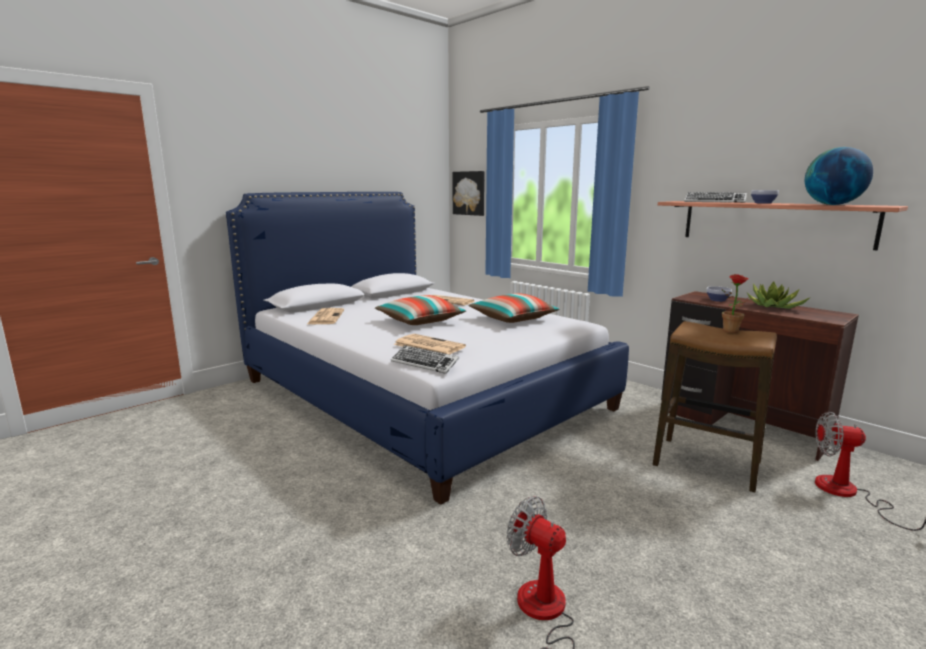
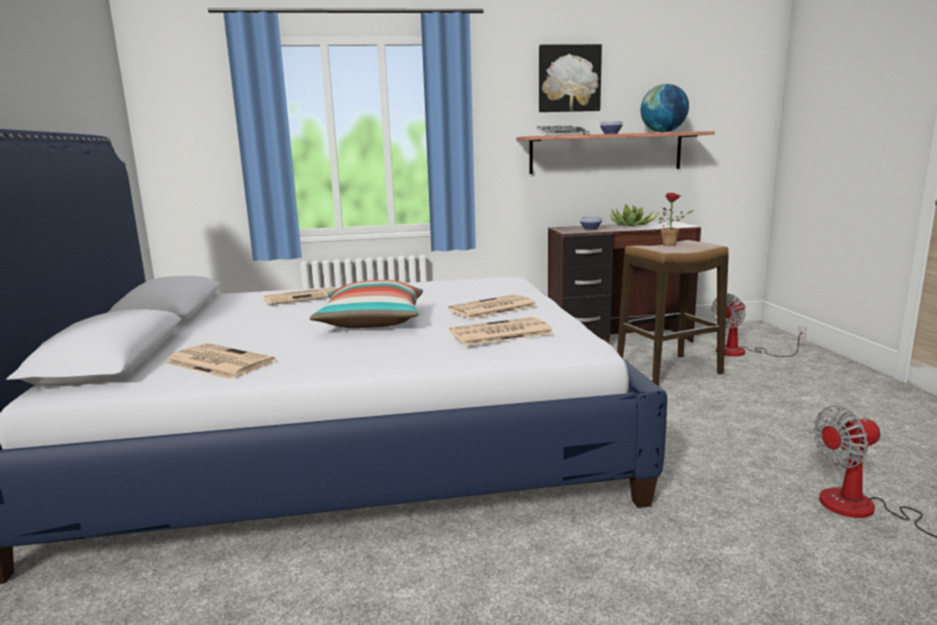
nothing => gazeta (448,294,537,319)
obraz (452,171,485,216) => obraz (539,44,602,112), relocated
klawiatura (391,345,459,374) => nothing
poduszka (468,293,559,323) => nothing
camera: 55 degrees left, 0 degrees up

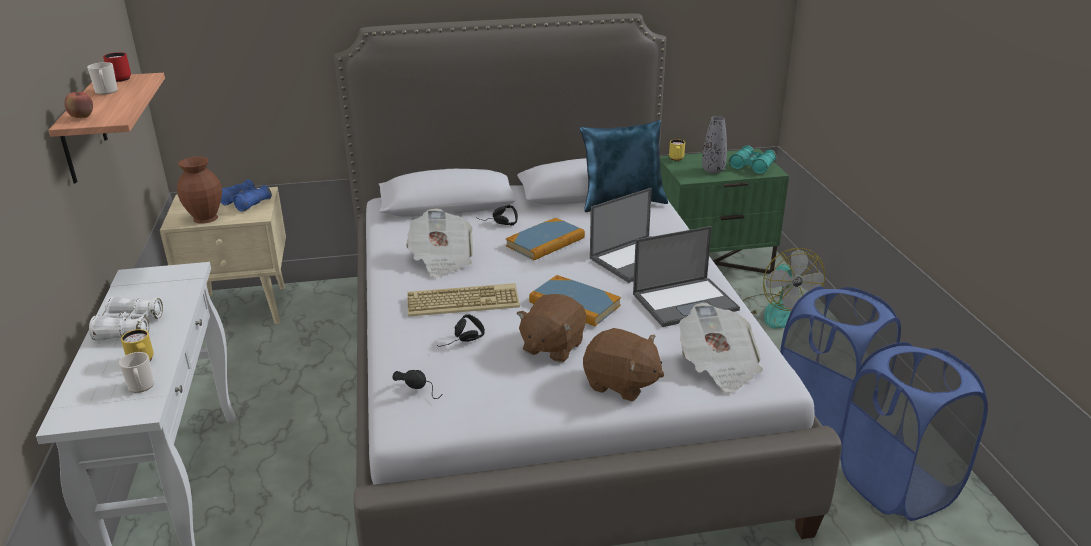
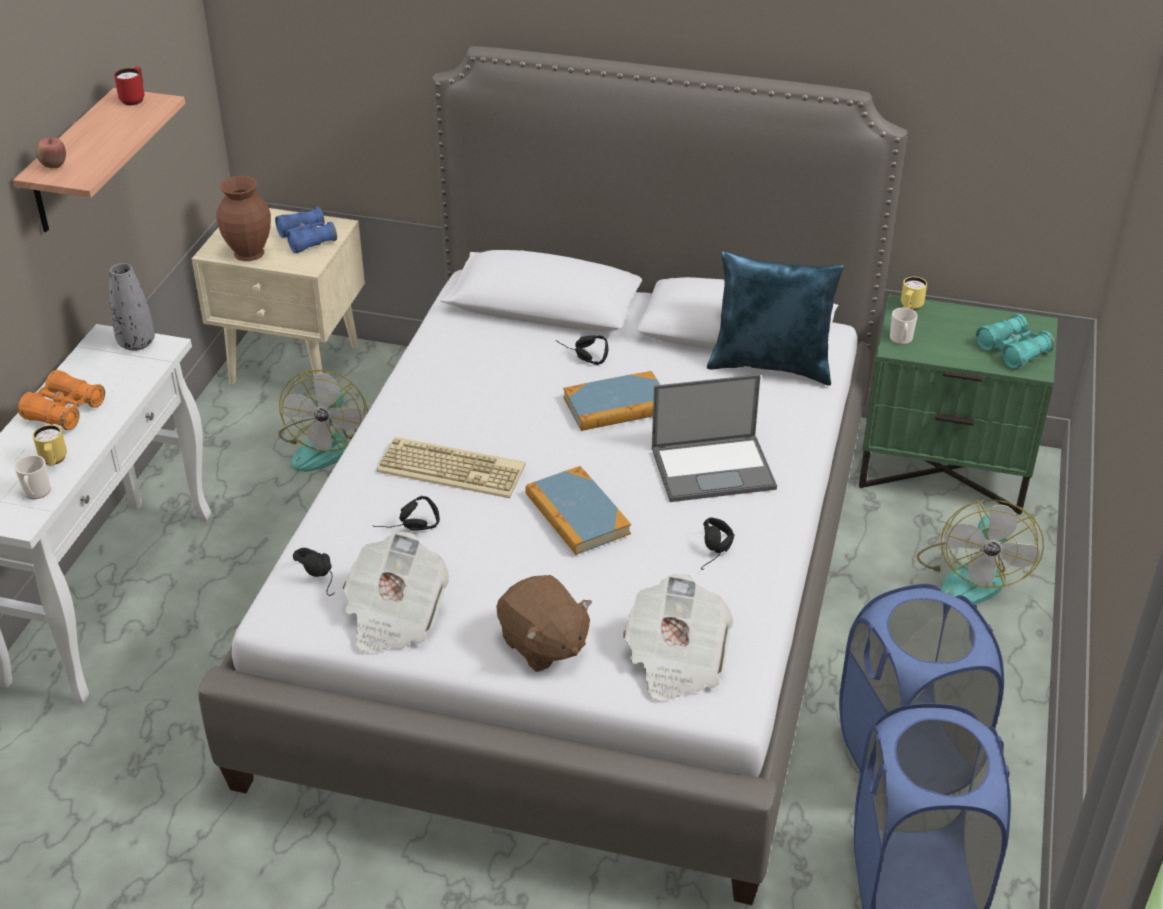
lornetka/biały (89,297,163,341) => lornetka/pomarańczowy (18,370,105,430)
wazon/szary (702,116,727,174) => wazon/szary (109,263,155,351), relocated
nothing => wentylator (279,370,368,472)
gazeta (406,209,473,278) => gazeta (343,532,449,652), relocated
laptop (633,226,740,327) => słuchawki/czarny (701,518,735,570)
kubek (87,62,118,95) => kubek (890,308,917,345), relocated
pluszak/brązowy (516,294,586,362) => nothing
camera: 25 degrees right, 10 degrees up

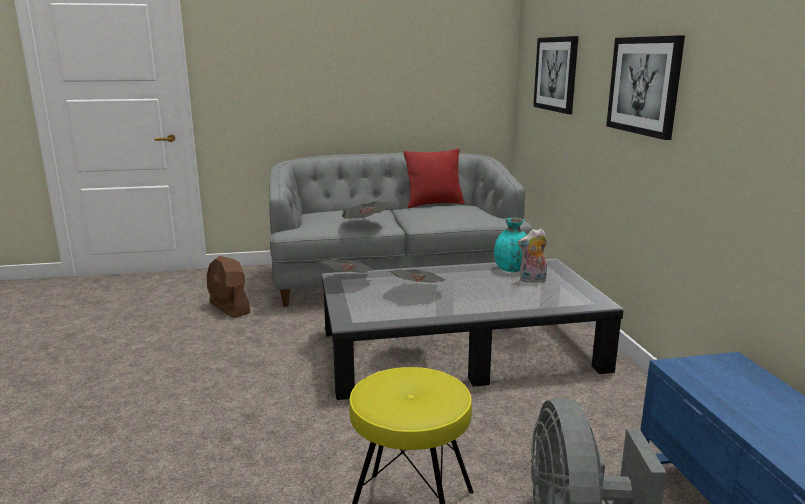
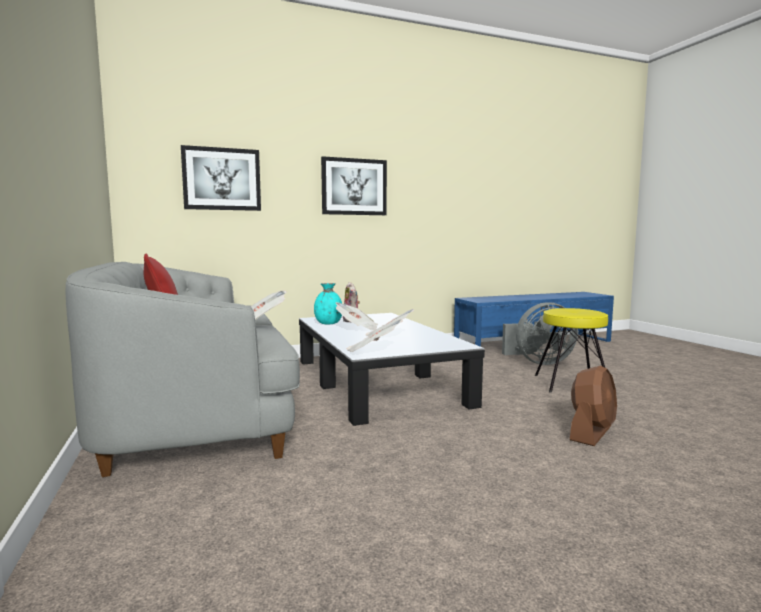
nothing => gazeta (336,302,378,331)
wentylator/brązowy (207,256,251,318) => wentylator/brązowy (570,366,617,446), relocated
camera: 100 degrees left, 10 degrees down

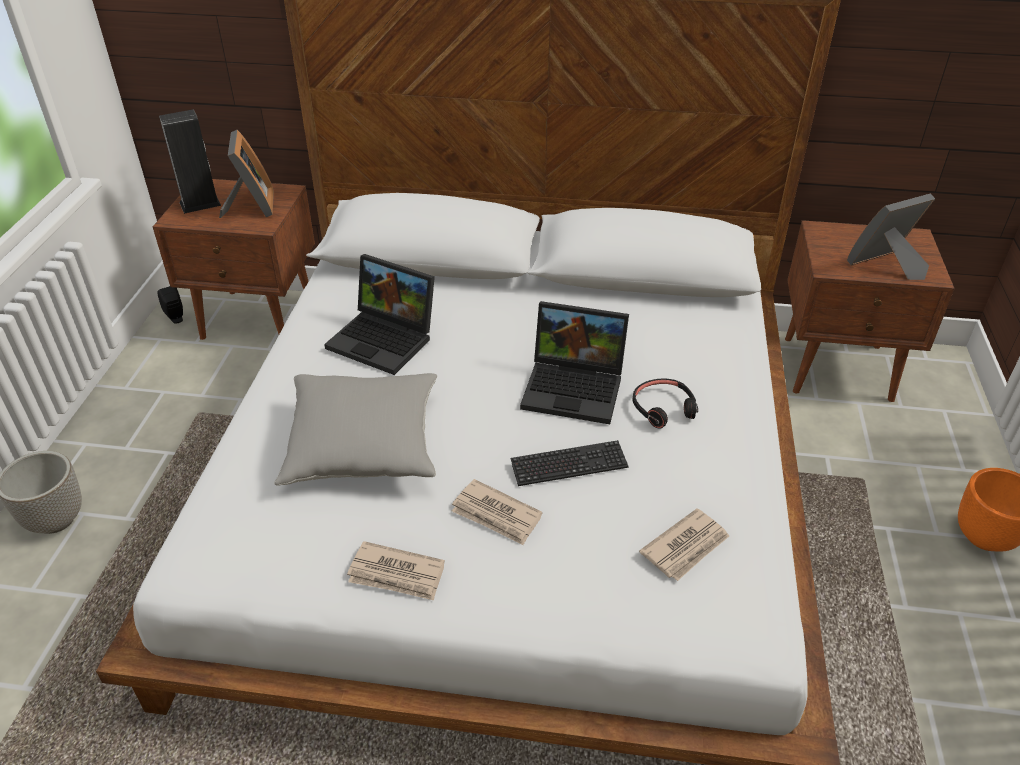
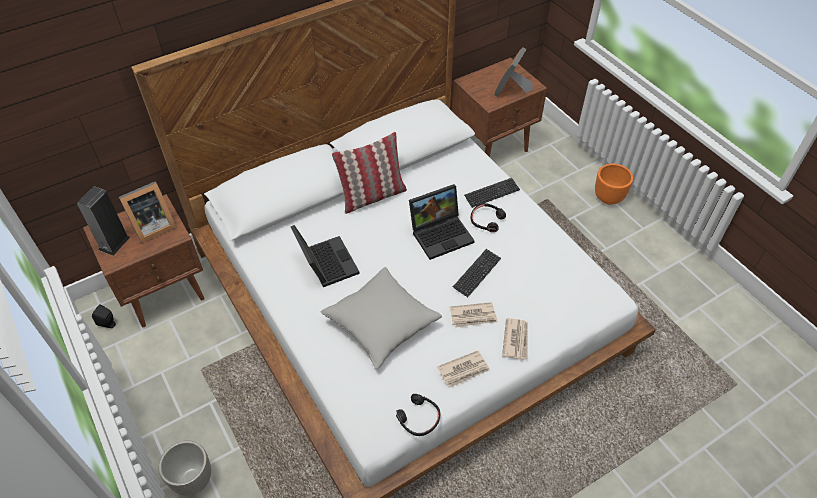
ramka na zdjęcie (219,130,274,218) => ramka na zdjęcie (119,182,176,243), 105 degrees clockwise
laptop (324,254,435,375) => laptop (291,225,360,287), 105 degrees counterclockwise
nothing => poduszka (332,132,407,214)
nothing => słuchawki/czarny (396,394,440,436)
nothing => klawiatura (464,178,520,208)
gazeta (639,509,729,581) => gazeta (502,318,528,360), relocated
camera: 40 degrees left, 10 degrees up

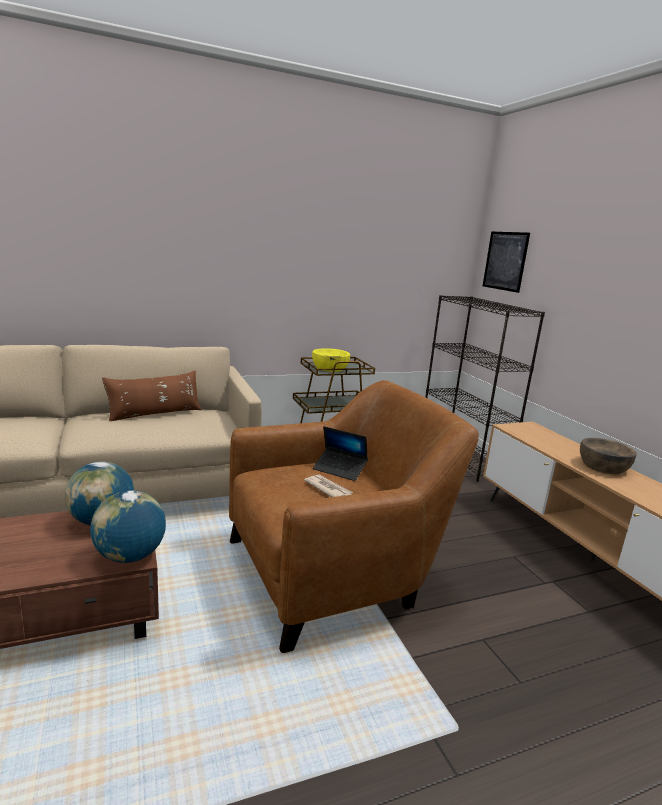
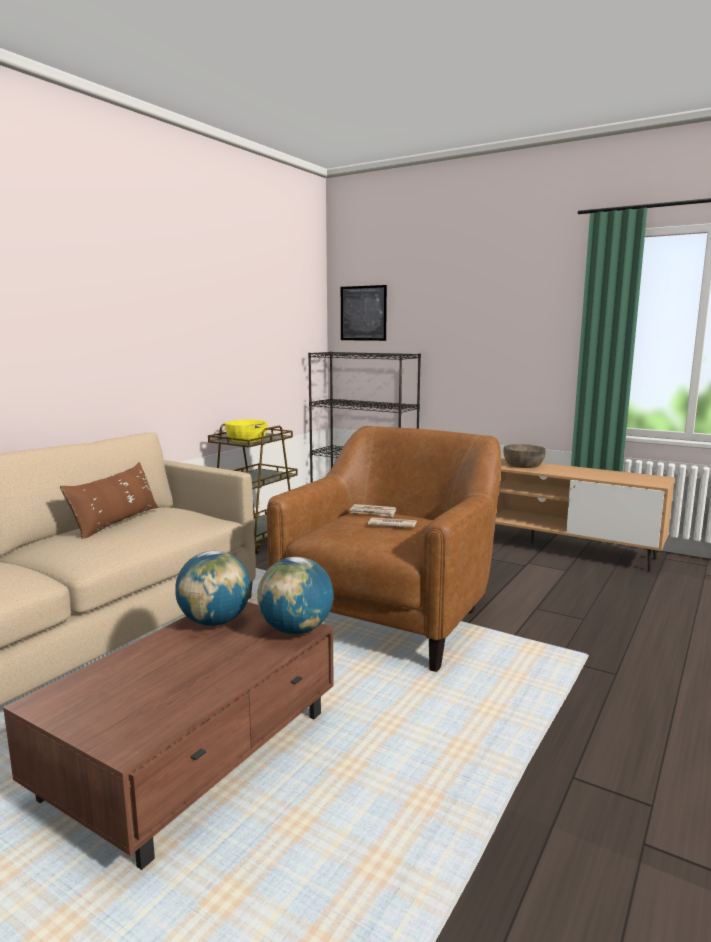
laptop (313,426,368,481) => gazeta (350,504,396,517)
camera: 35 degrees left, 5 degrees down

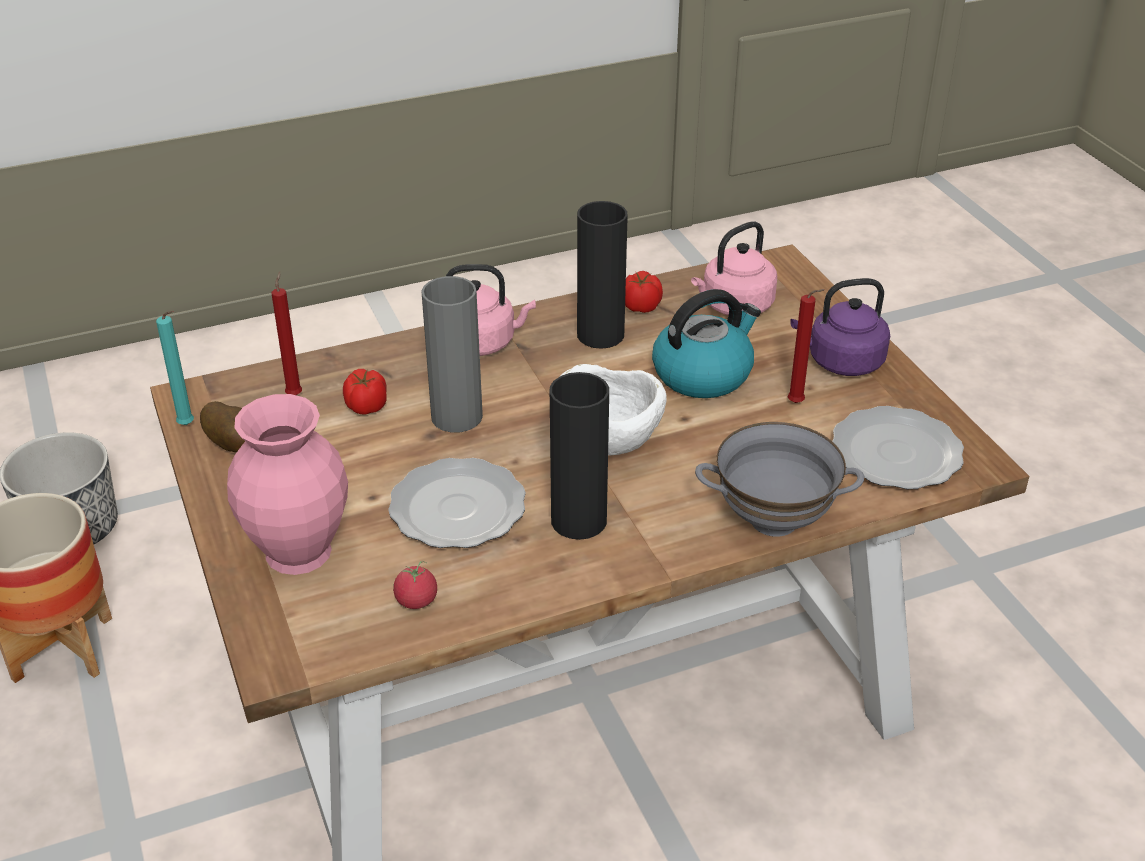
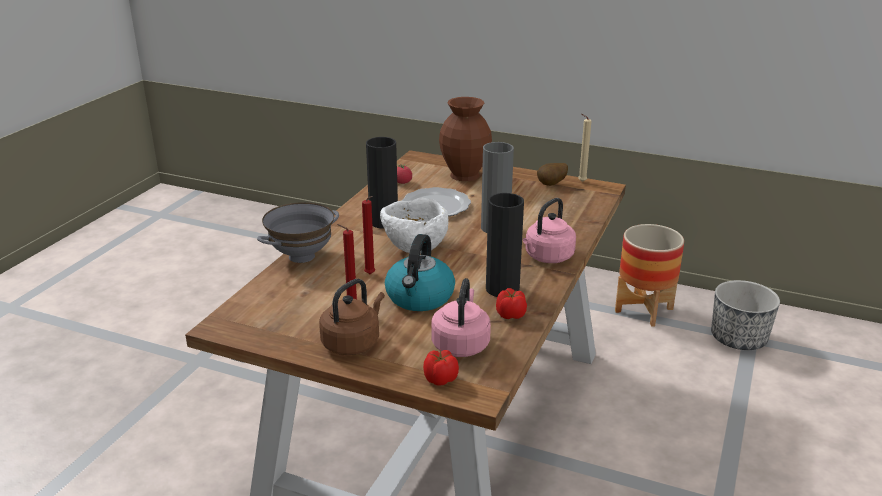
czajnik/fioletowy (790,278,890,376) => czajnik/brązowy (319,279,385,355)
świeca/czerwony (272,271,302,395) => świeca/czerwony (362,196,375,274), relocated
pomidor (343,369,387,415) => pomidor (423,350,459,386), relocated
wazon/różowy (227,394,348,575) => wazon/brązowy (439,97,492,181)
świeca/turkusowy (156,311,194,425) => świeca/beżowy (578,114,591,182)
talerz (832,406,964,489) => nothing
camera: 135 degrees right, 10 degrees down

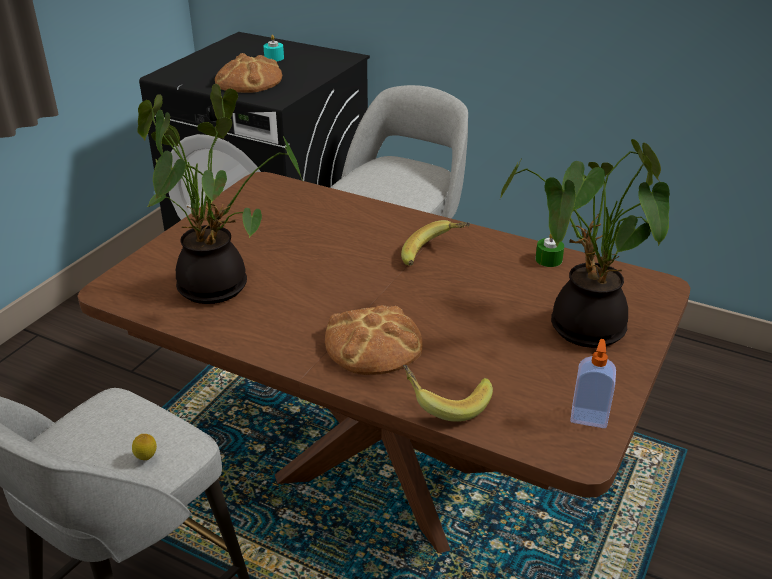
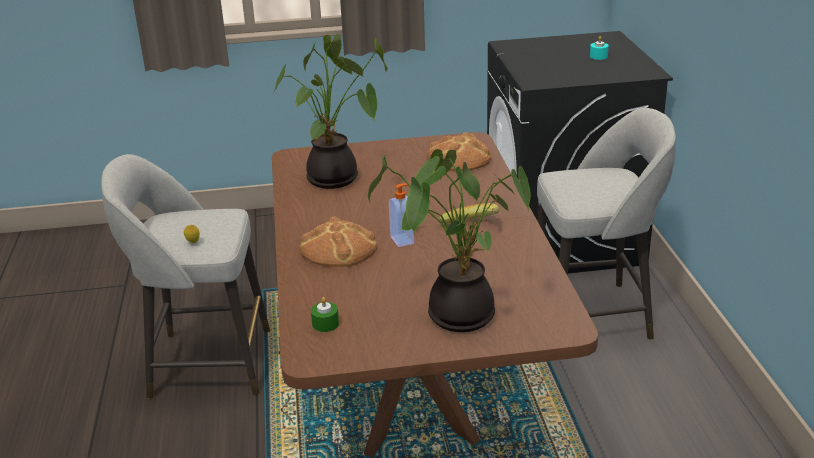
świeca/zielony (535,233,564,267) => świeca/zielony (311,297,339,332), relocated
dozownik mydła (570,339,616,428) => dozownik mydła (389,183,414,247), relocated
chleb (215,53,282,93) => chleb (427,132,491,172), relocated
banan (403,365,493,422) => nothing
camera: 55 degrees right, 5 degrees down

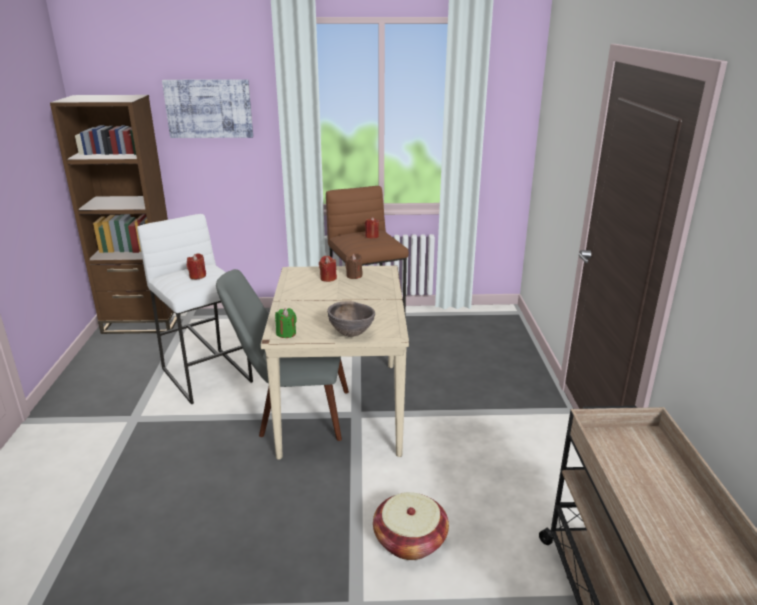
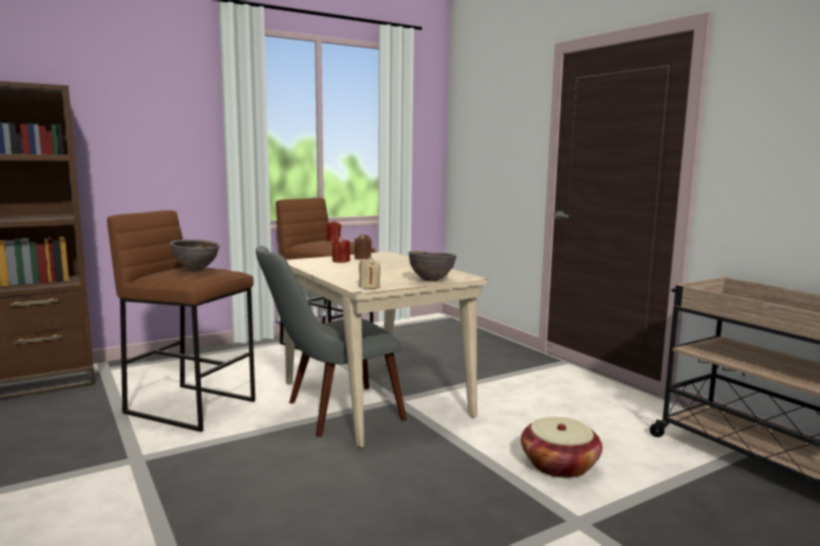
stołek/biały (137,214,253,404) => stołek/brązowy (107,210,255,432)
świeca/czerwony (187,253,206,279) => miska/brązowy (169,239,220,271)
świeca/zielony (275,308,297,338) => świeca/beżowy (359,256,381,289)
obraz (162,79,253,138) => nothing
camera: 30 degrees left, 15 degrees down

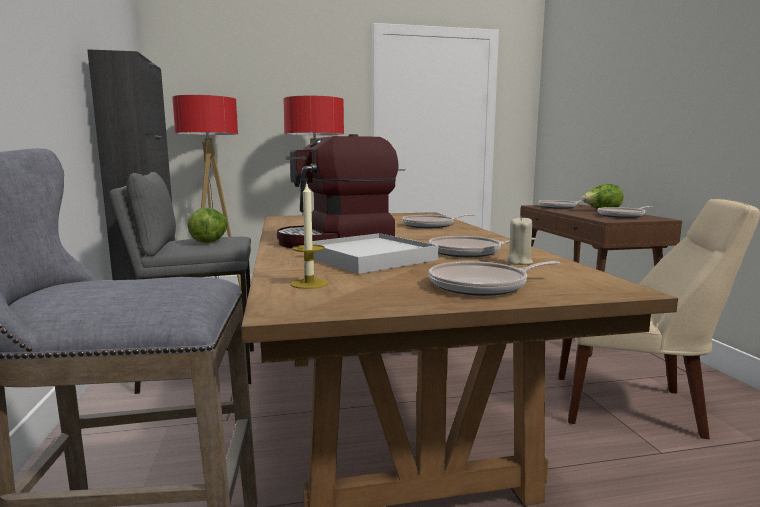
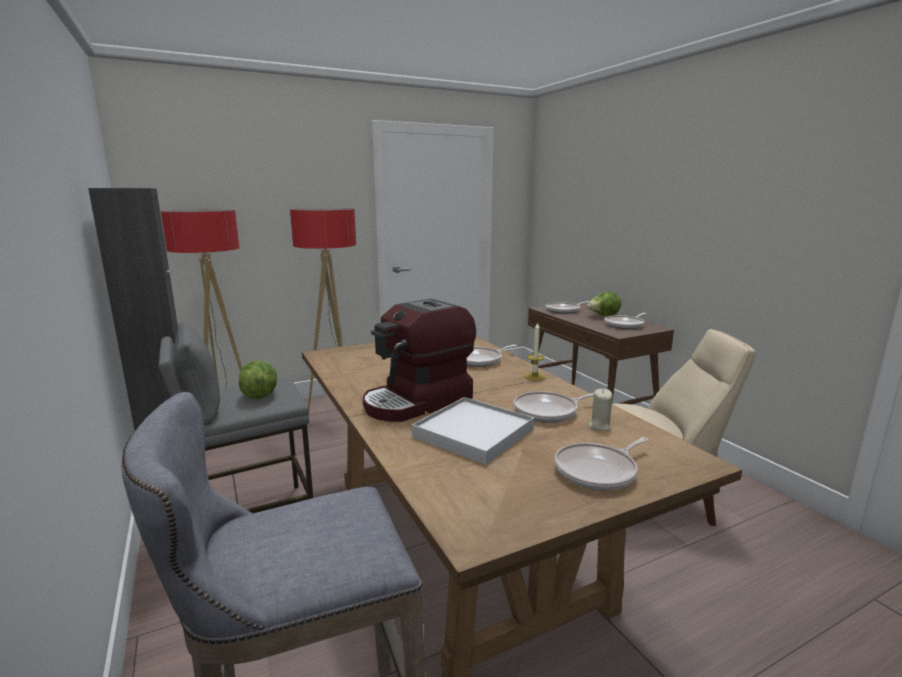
świeca (291,182,328,289) => świeca (524,322,545,380), relocated
camera: 15 degrees left, 5 degrees up

